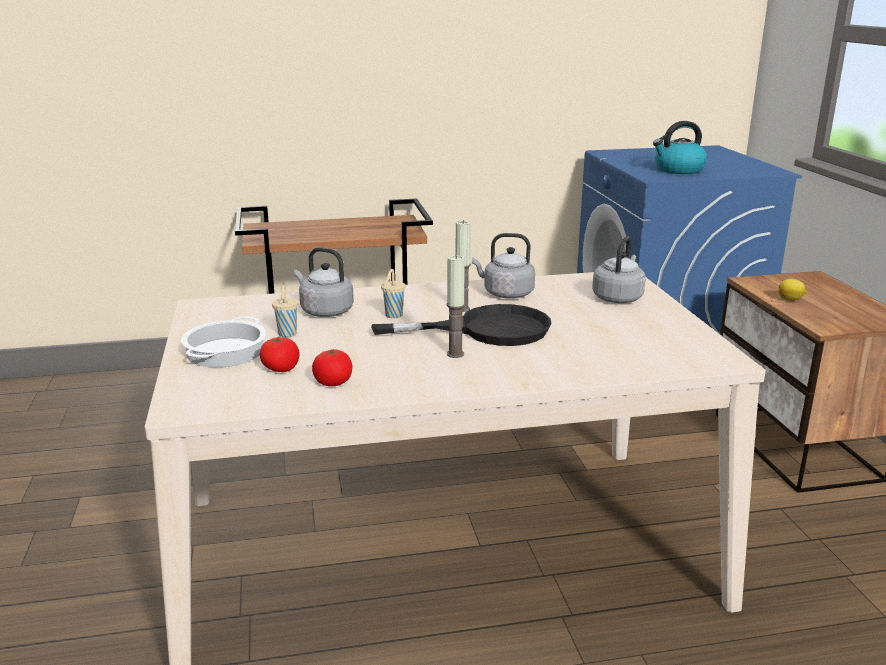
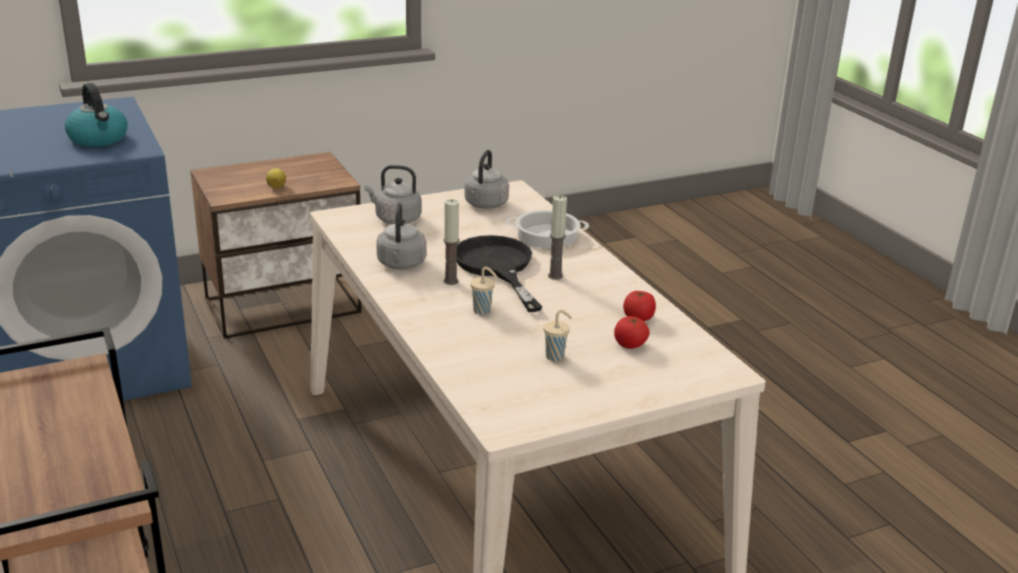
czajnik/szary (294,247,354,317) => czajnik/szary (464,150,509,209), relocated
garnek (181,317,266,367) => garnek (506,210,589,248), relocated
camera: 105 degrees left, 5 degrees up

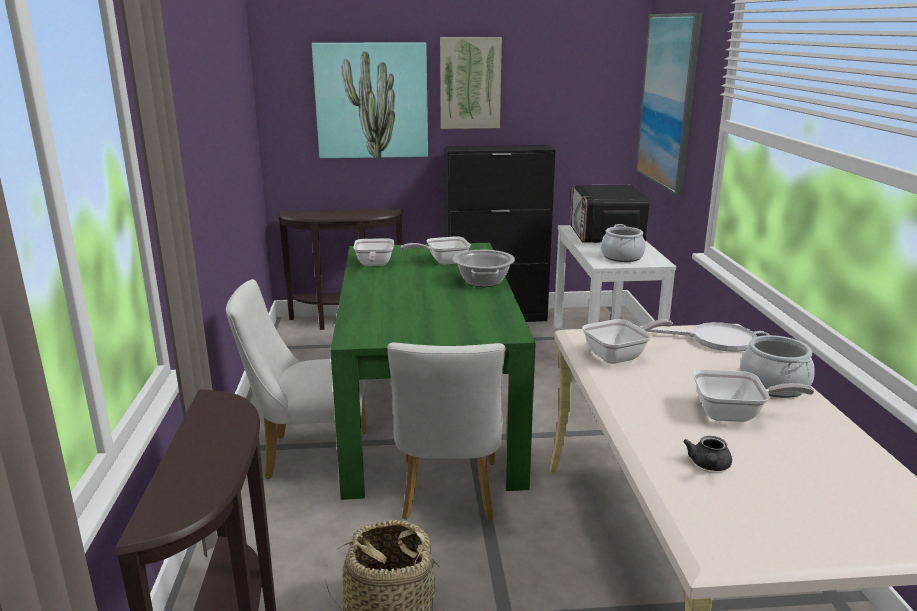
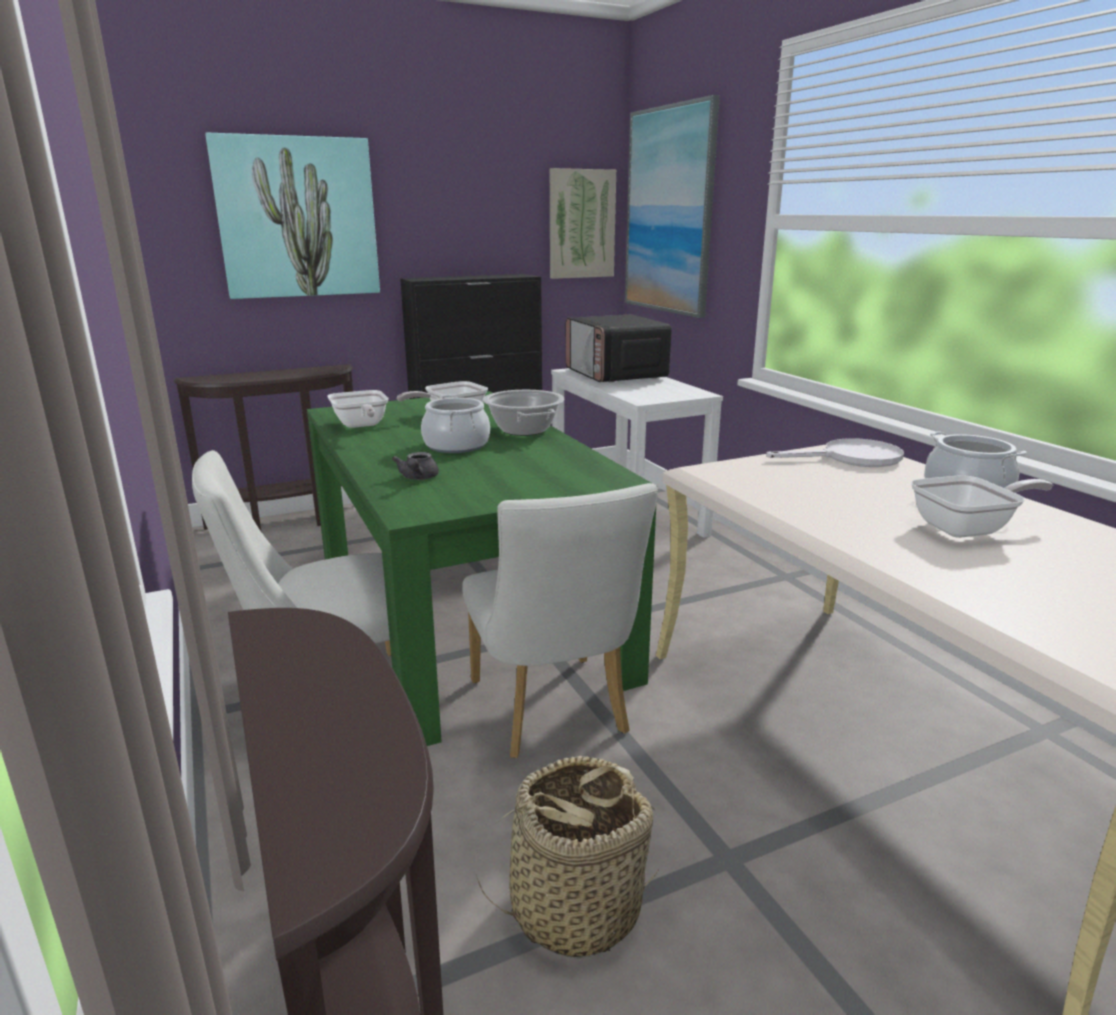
imbryk/szary (683,436,732,471) => imbryk/szary (392,452,439,480), relocated
garnek (601,224,646,262) => garnek (421,395,490,453), relocated
obraz (440,37,502,129) => obraz (550,168,616,279), relocated
patelnia (582,319,673,364) => nothing
camera: 20 degrees left, 0 degrees up

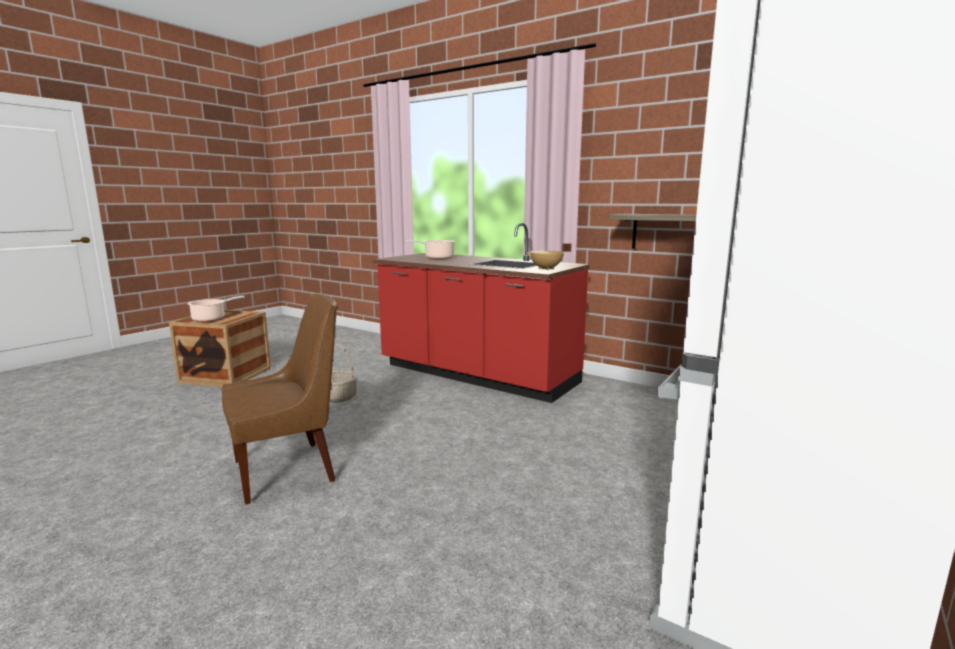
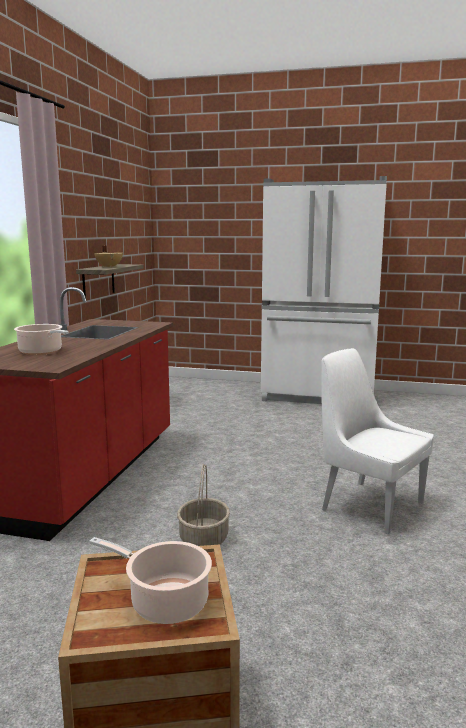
garnek/beżowy (526,243,572,270) => garnek/beżowy (94,245,123,268), relocated
krzesło/brązowy (222,294,337,505) => krzesło/biały (321,348,434,534)
camera: 110 degrees left, 0 degrees up

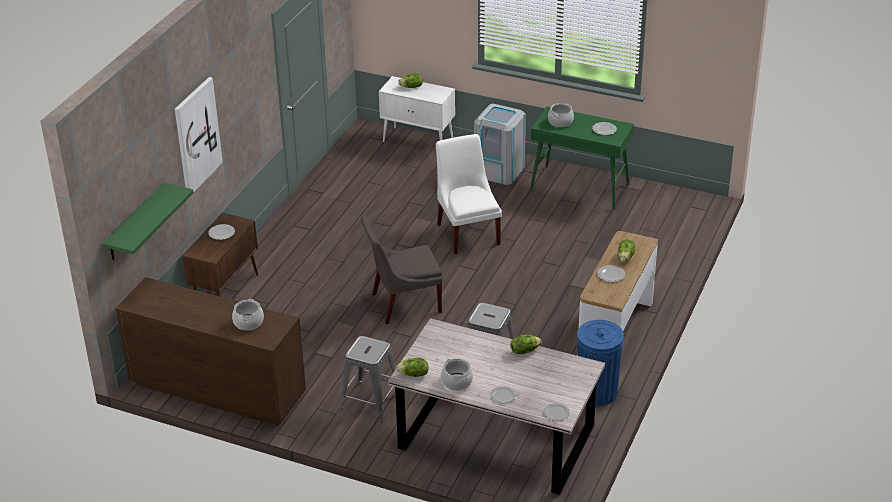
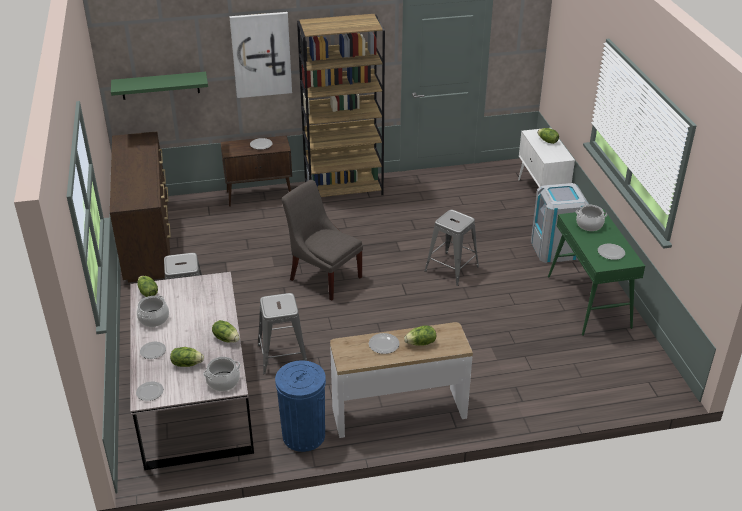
nothing => sałata (170,347,204,367)
garnek (232,299,264,331) => garnek (203,357,240,391), relocated
nothing => regał/brązowy (297,14,385,197)
krzesło/biały (436,134,502,254) => stołek/szary (425,210,479,286)
camera: 55 degrees right, 0 degrees up

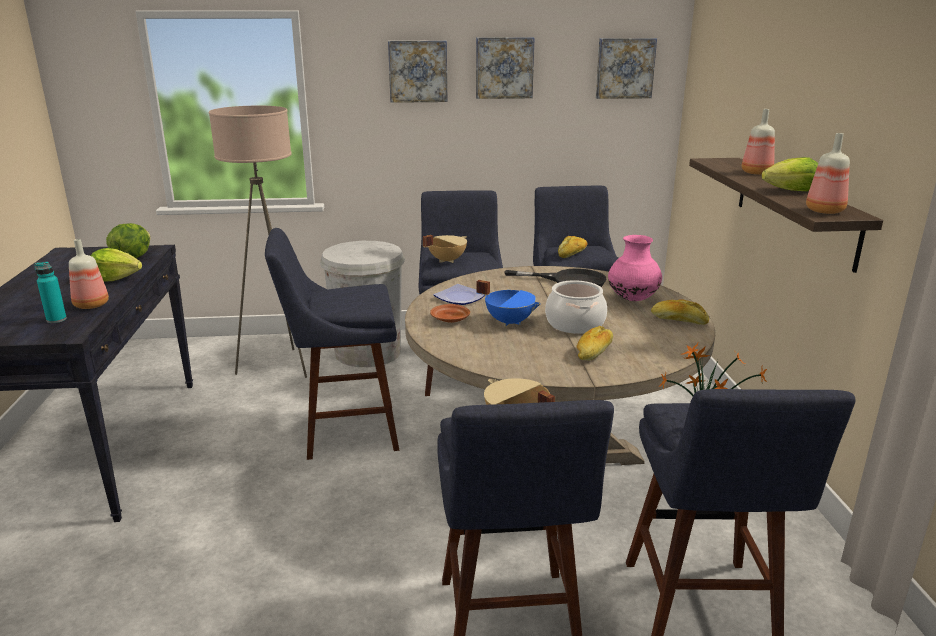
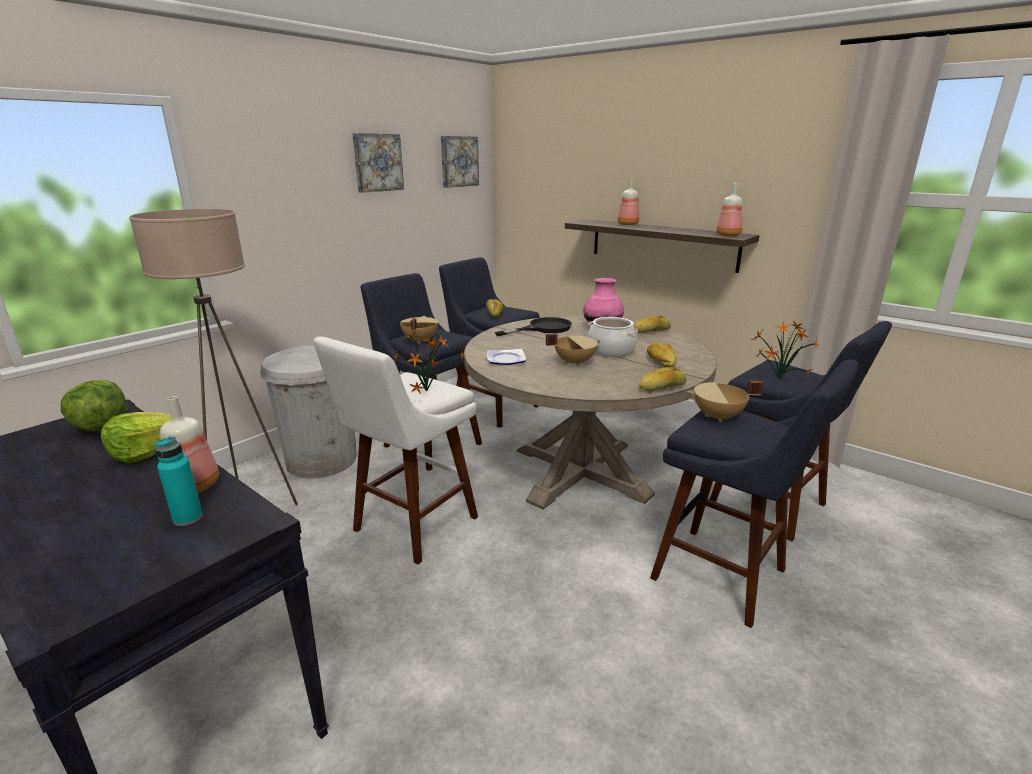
stołek/niebieski (265,228,399,460) => stołek/biały (313,337,478,564)
nothing => roślina doniczkowa (393,333,465,395)
garnek/niebieski (477,280,541,327) => garnek/beżowy (546,333,601,366)
nothing => chleb (639,367,687,391)
obraz (388,41,447,103) => nothing
talerz/brązowy (430,304,470,323) => nothing
sałata (761,157,818,191) => nothing
camera: 45 degrees left, 0 degrees up

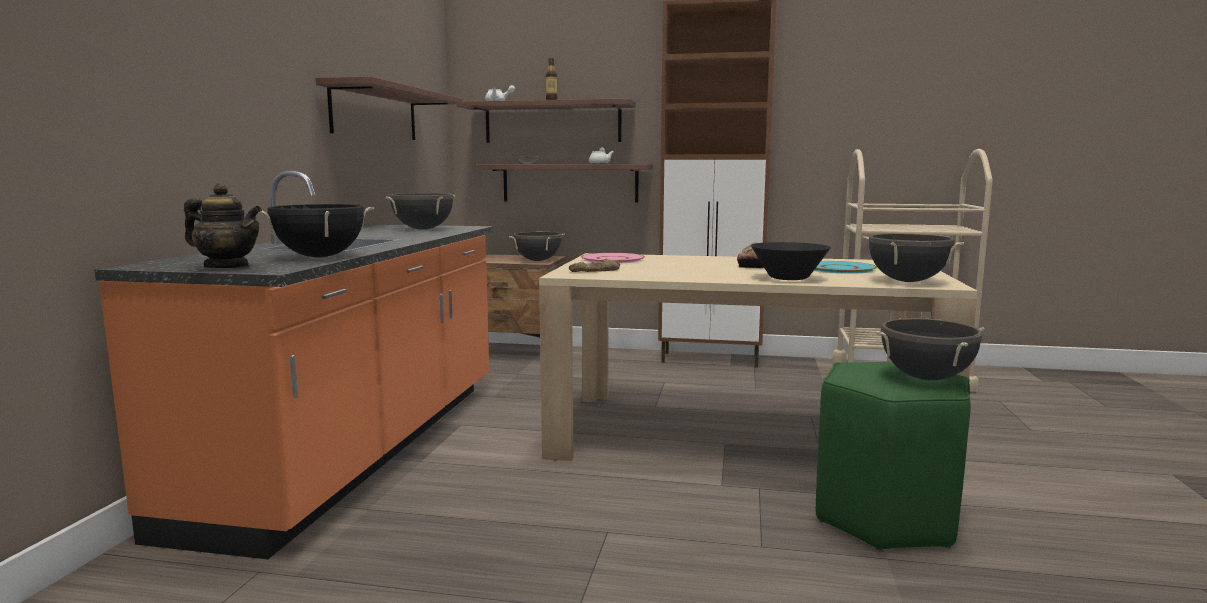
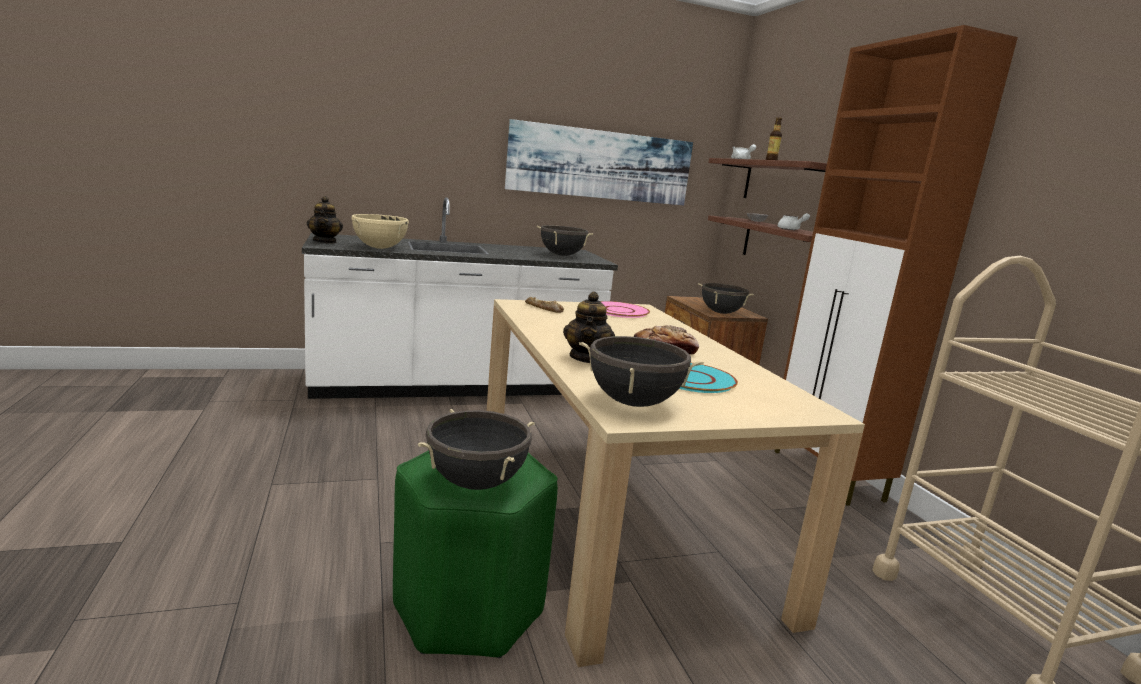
zabudowa kuchenna/pomarańczowy (95,171,493,559) => zabudowa kuchenna/biały (302,197,618,399)
garnek/czarny (258,204,374,257) => garnek/beżowy (352,214,409,249)
półka (316,76,462,140) => obraz (505,119,693,205)
miska/czarny (751,242,831,280) => imbryk (563,291,615,363)
camera: 60 degrees right, 5 degrees up

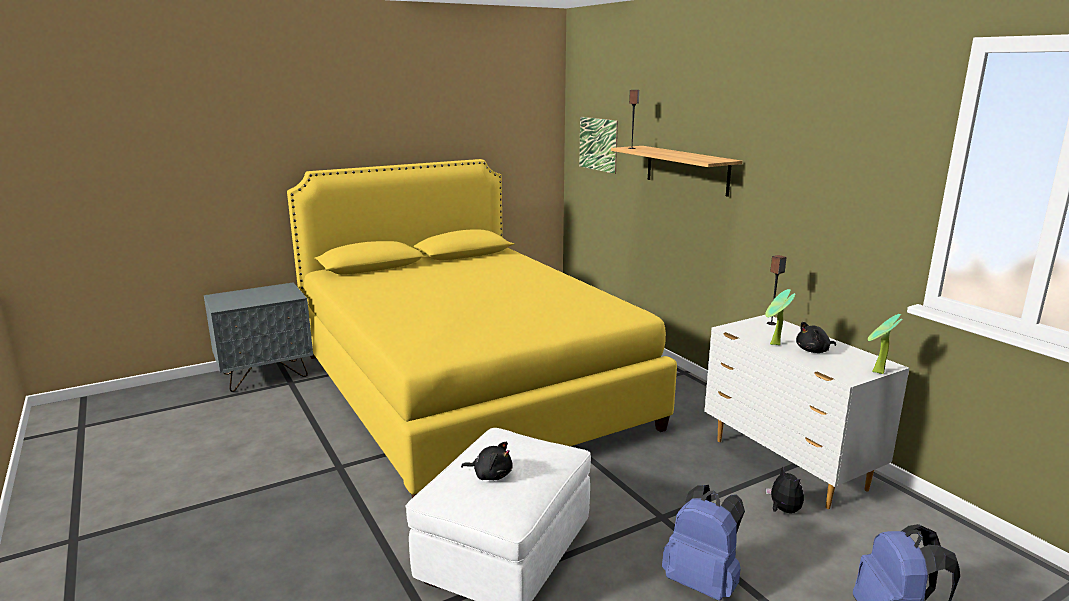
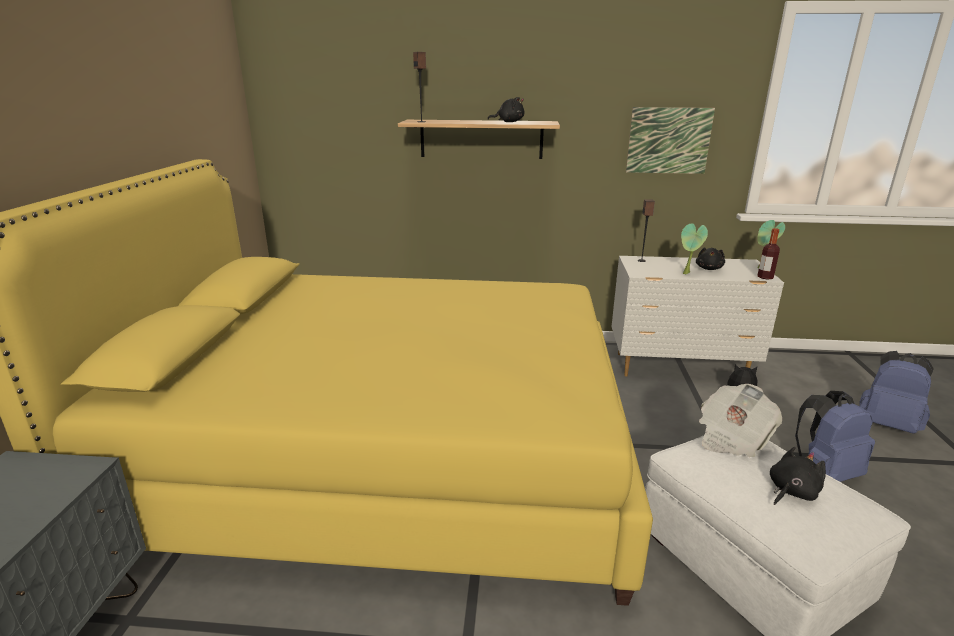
nothing => pluszak/czarny (487,97,525,122)
obraz (579,117,618,174) => obraz (626,107,715,174), relocated
nothing => gazeta (699,384,782,457)
nothing => butelka (757,228,780,280)
camera: 55 degrees left, 5 degrees up

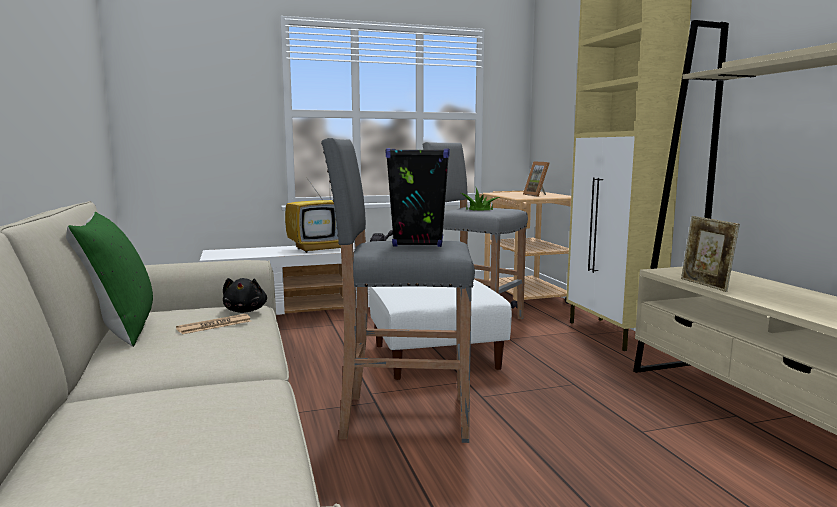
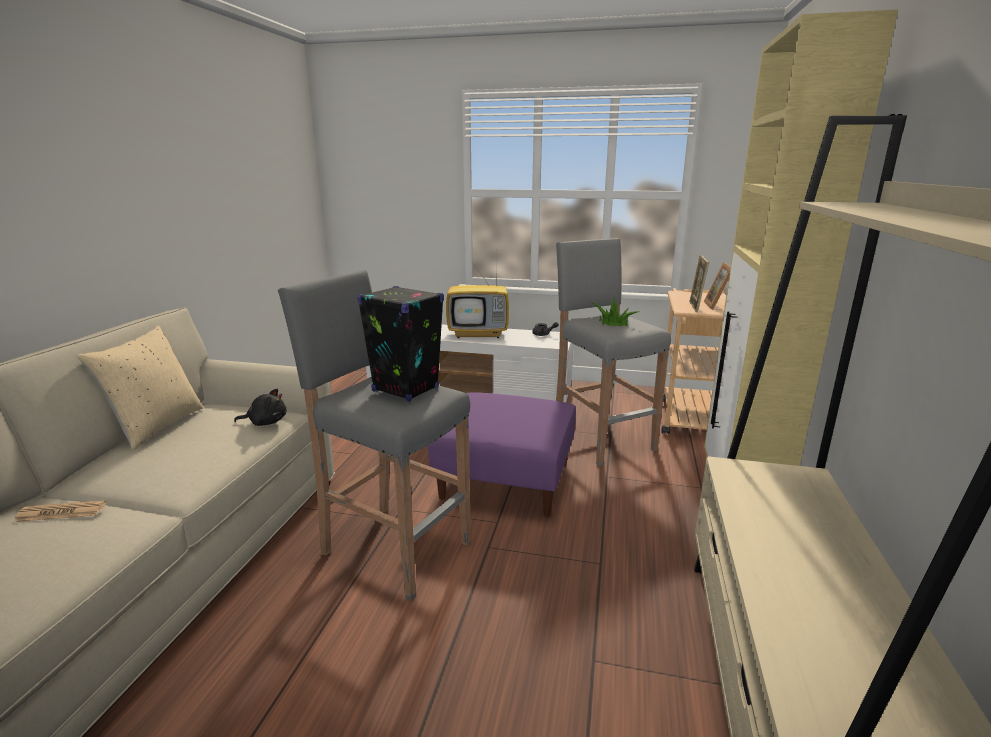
gazeta (176,314,251,334) => gazeta (14,500,107,522), relocated
poduszka/zielony (66,212,153,347) => poduszka/beżowy (77,326,203,450)
pluszak/czarny (223,278,267,313) => pluszak/czarny (234,389,287,426), 120 degrees counterclockwise
pufa/biały (370,280,512,380) => pufa/fioletowy (428,392,576,517)
ramka na zdjęcie (681,216,740,292) => ramka na zdjęcie (689,254,709,313), relocated
camera: 30 degrees right, 10 degrees up

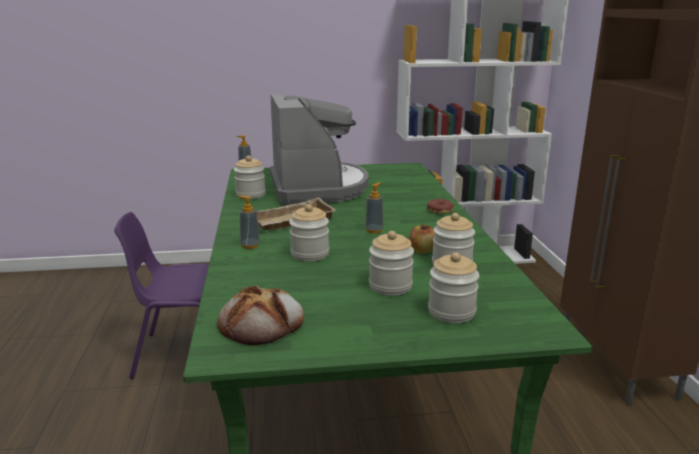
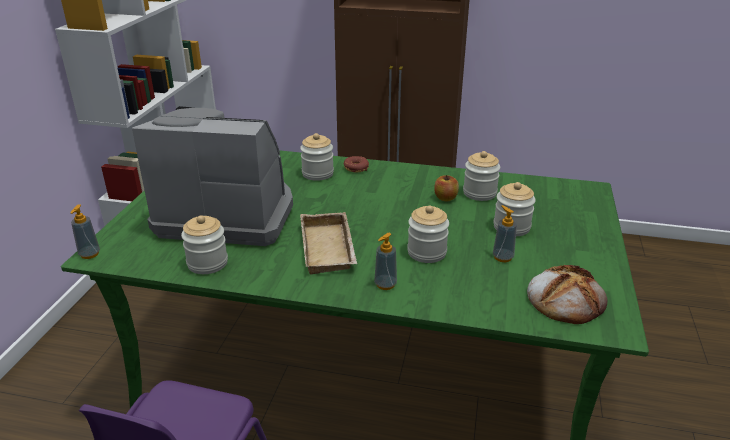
słoik (428,252,479,323) => słoik (300,133,334,181), relocated
dozownik mydła (365,182,384,233) => dozownik mydła (493,205,517,262), relocated
camera: 70 degrees left, 10 degrees up

